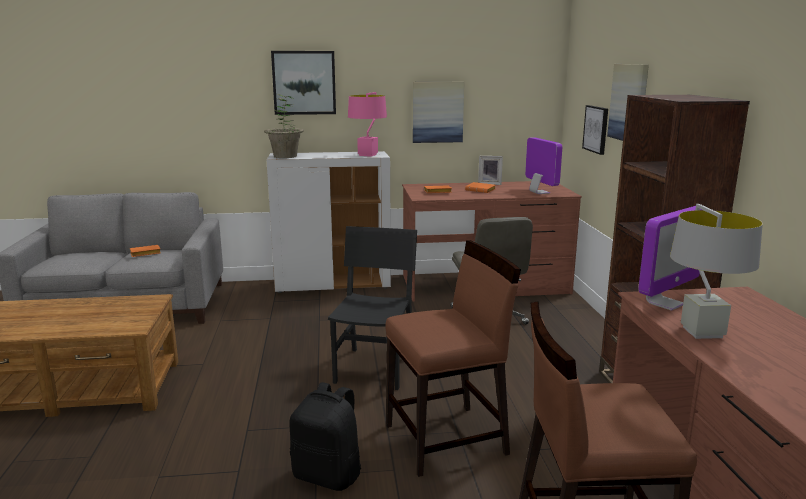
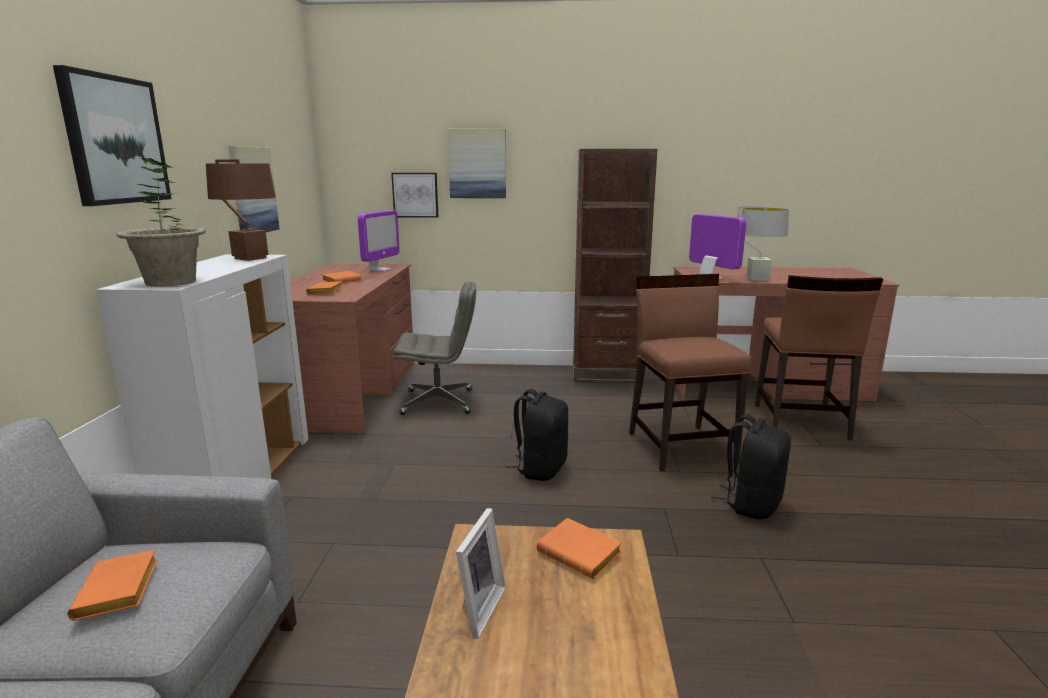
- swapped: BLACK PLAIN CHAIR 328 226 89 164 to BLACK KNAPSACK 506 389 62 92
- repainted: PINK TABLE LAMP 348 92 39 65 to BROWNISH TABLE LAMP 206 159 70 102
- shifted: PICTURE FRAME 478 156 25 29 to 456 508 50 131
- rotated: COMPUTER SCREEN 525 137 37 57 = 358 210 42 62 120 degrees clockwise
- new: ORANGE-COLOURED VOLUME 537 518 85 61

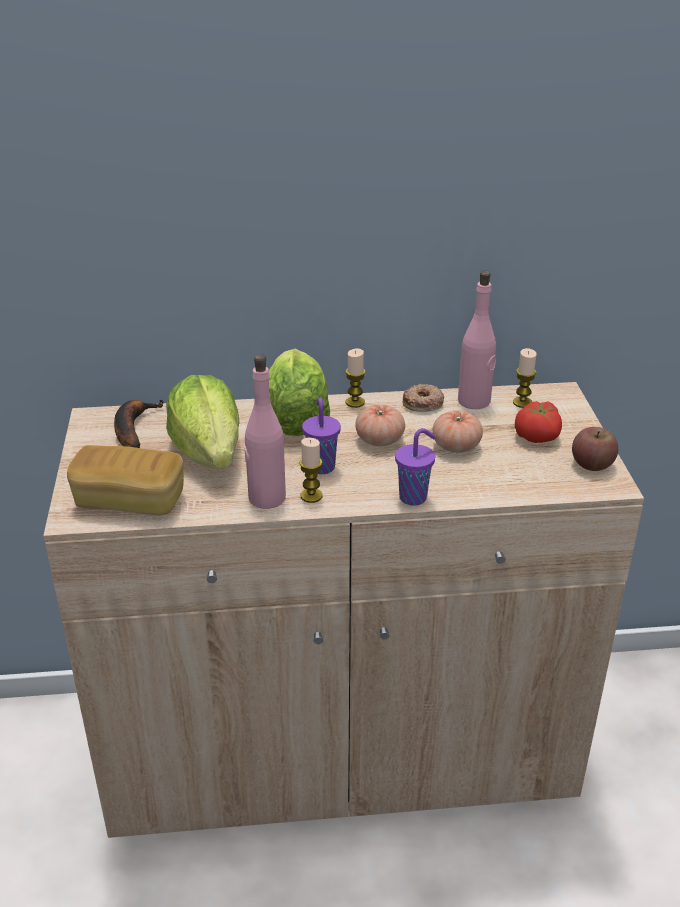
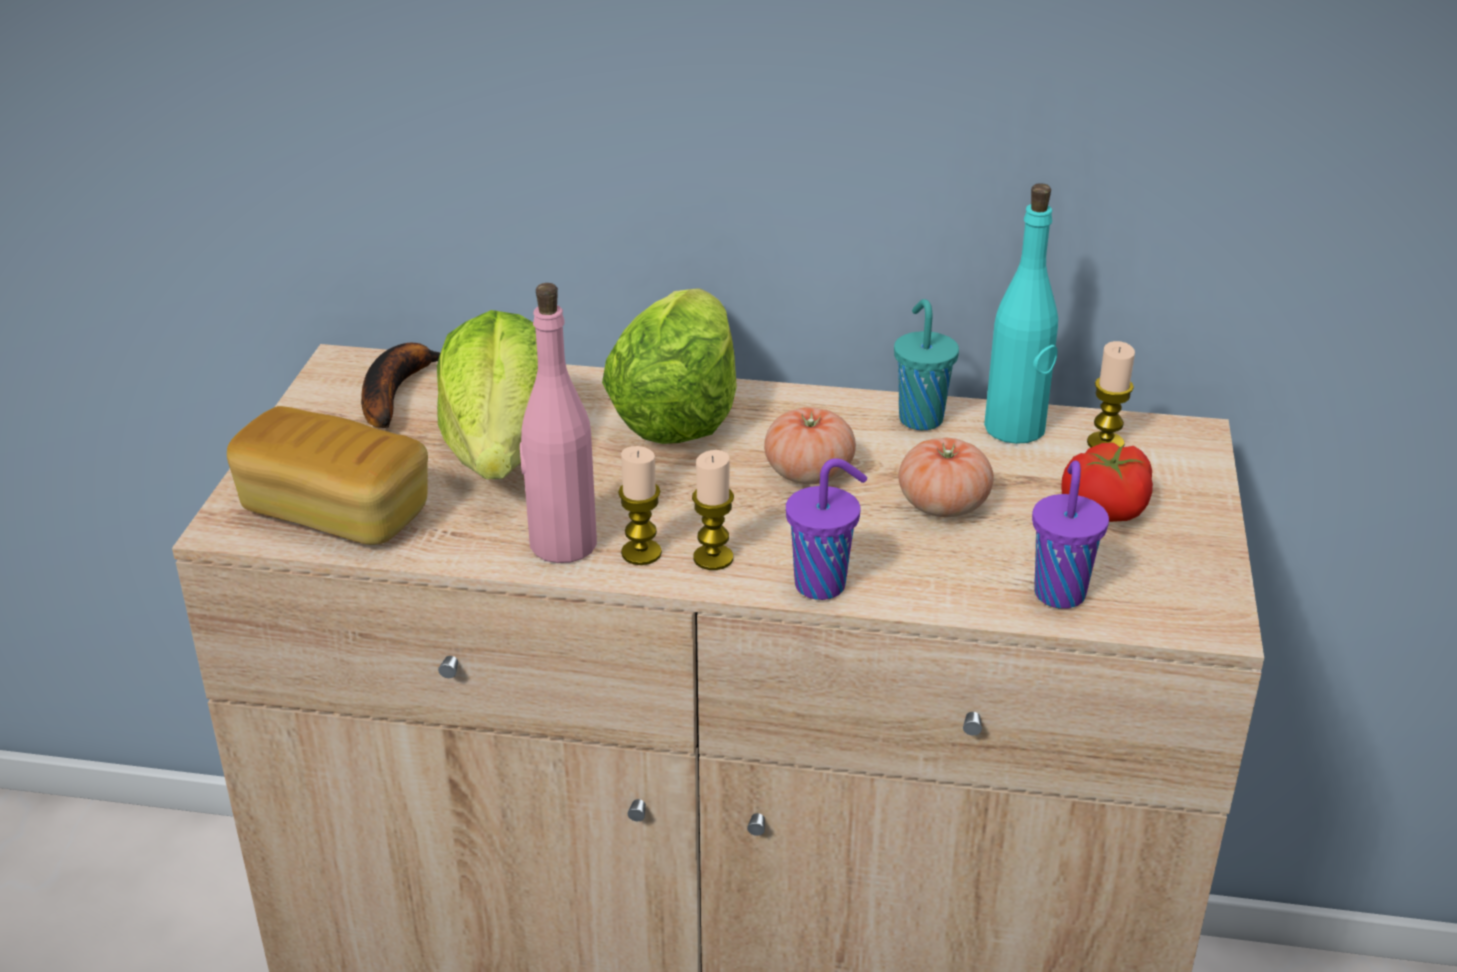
- shifted: PURPLE-COLOURED DRINKING CUP 302 398 39 76 to 1032 460 77 149
- shifted: WAX LIGHT 345 348 21 60 to 692 450 42 120
- swapped: DOUGHNUT 403 384 41 28 to BLUE-GREEN DRINKING CUP 894 299 65 131
- repainted: PINK BEVERAGE BOTTLE 458 271 38 138 to BLUE-GREEN BEVERAGE BOTTLE 984 183 74 261
- gone: APPLE 572 427 46 44

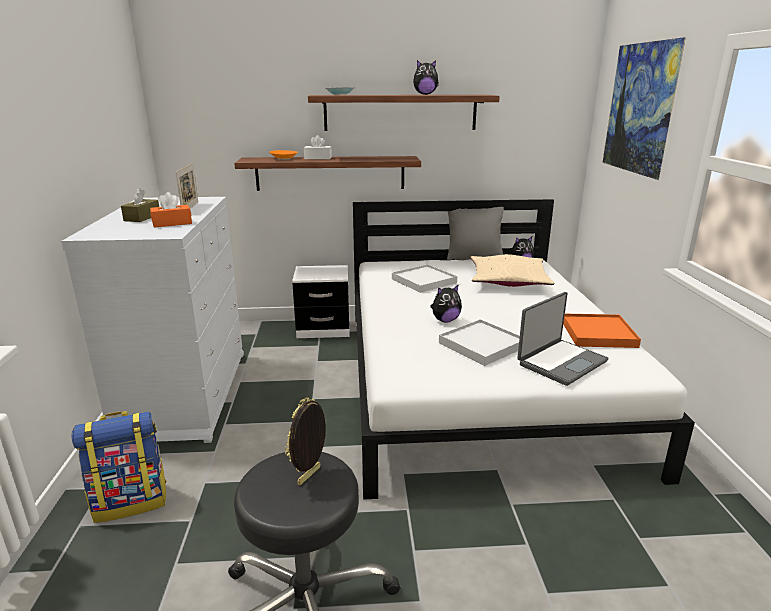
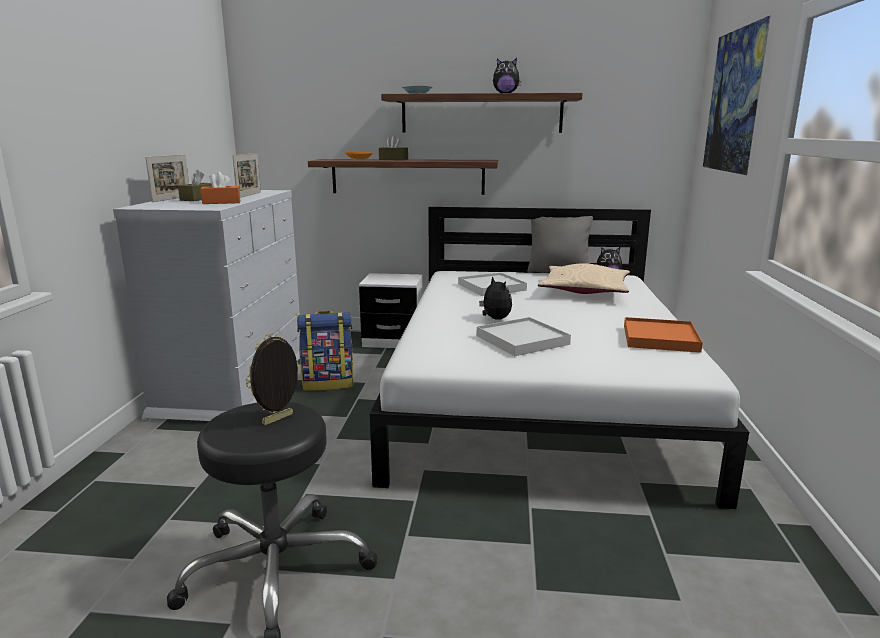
- shifted: KNAPSACK 71 411 95 112 to 297 311 57 80
- repainted: WHITE TISSUE HOLDER 304 135 28 24 to BROWNISH TISSUE HOLDER 379 136 29 24
- rotated: PLUSH TOY 430 284 32 39 = 479 276 33 44 105 degrees counterclockwise
- gone: NOTEBOOK COMPUTER 517 292 92 94
- new: PICTURE FRAME 145 154 44 48

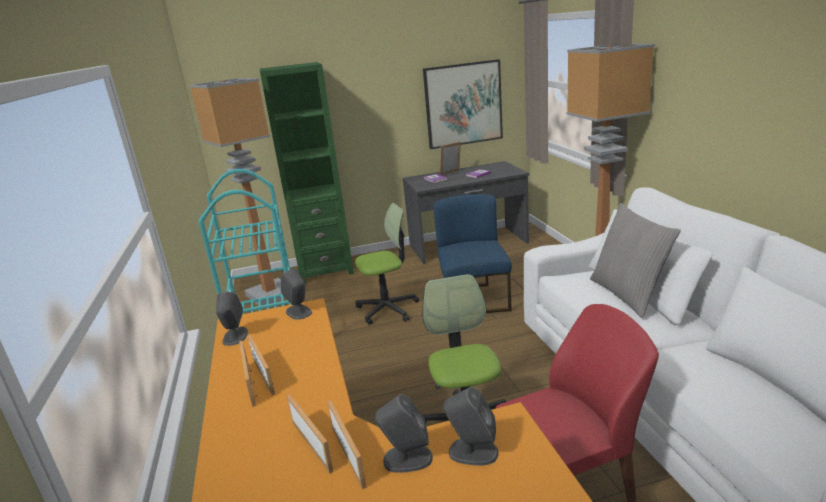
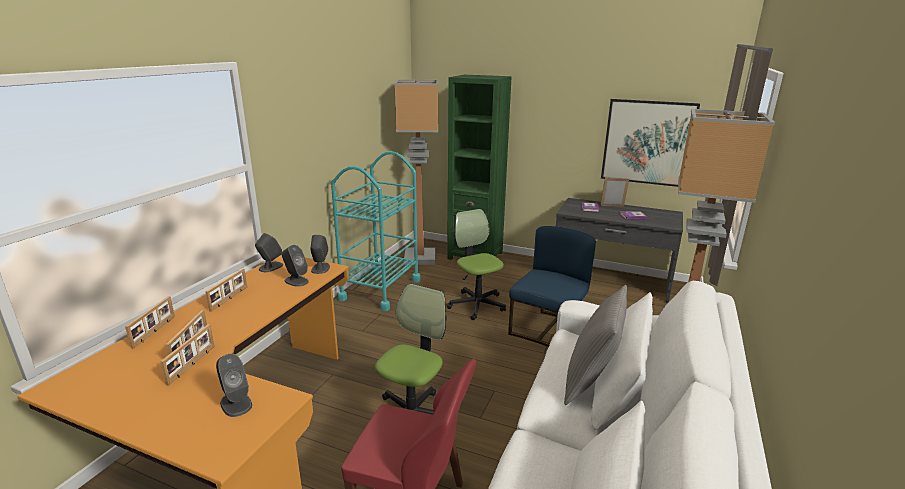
- shifted: PICTURE FRAME 247 334 28 61 to 125 296 50 53
- rotated: DESK CHAIR 355 203 64 122 = 447 209 59 111 135 degrees counterclockwise
- shifted: GREY SPEAKER 375 394 58 79 to 282 245 27 42

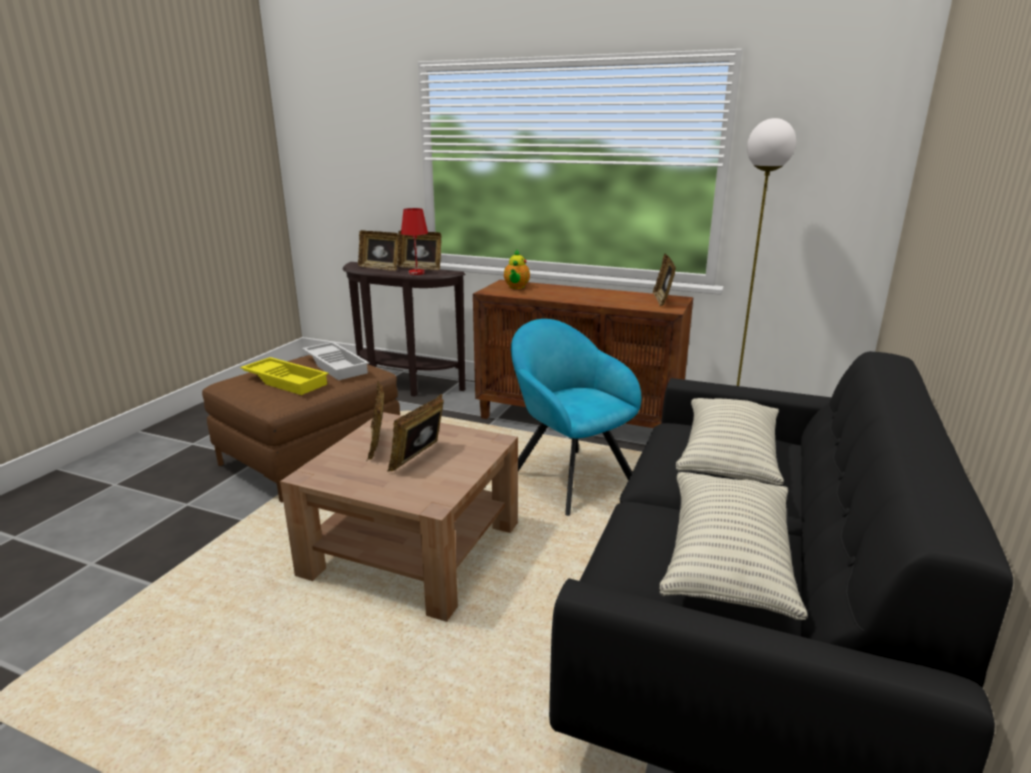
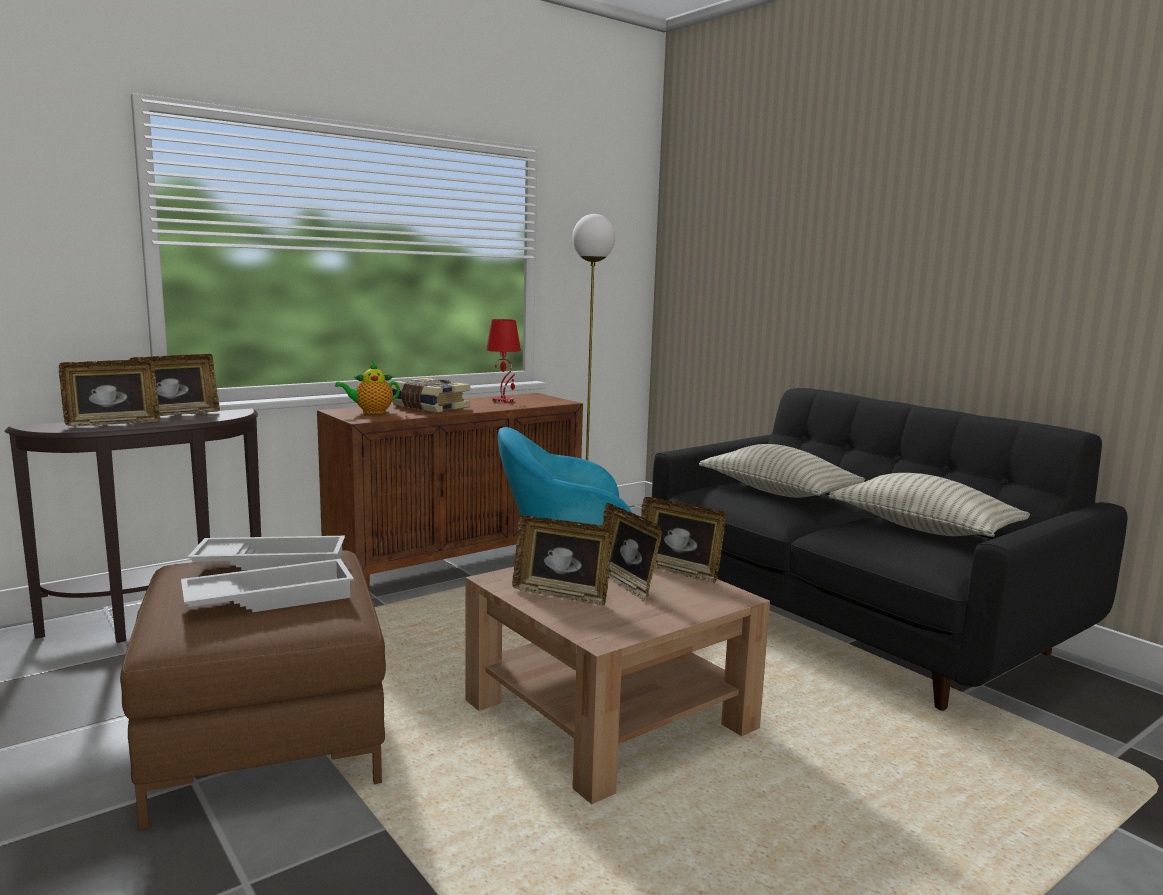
- repainted: YELLOW SERVING TRAY 240 357 89 38 to WHITE SERVING TRAY 181 559 173 53
- shifted: RED-COLOURED TABLE LAMP 401 208 27 67 to 486 319 35 84
- rotated: POT FOR TEA 504 249 26 40 = 335 361 65 53 120 degrees clockwise
- shifted: PICTURE FRAME 653 254 23 53 to 641 497 85 86
- new: VOLUME 391 378 79 34

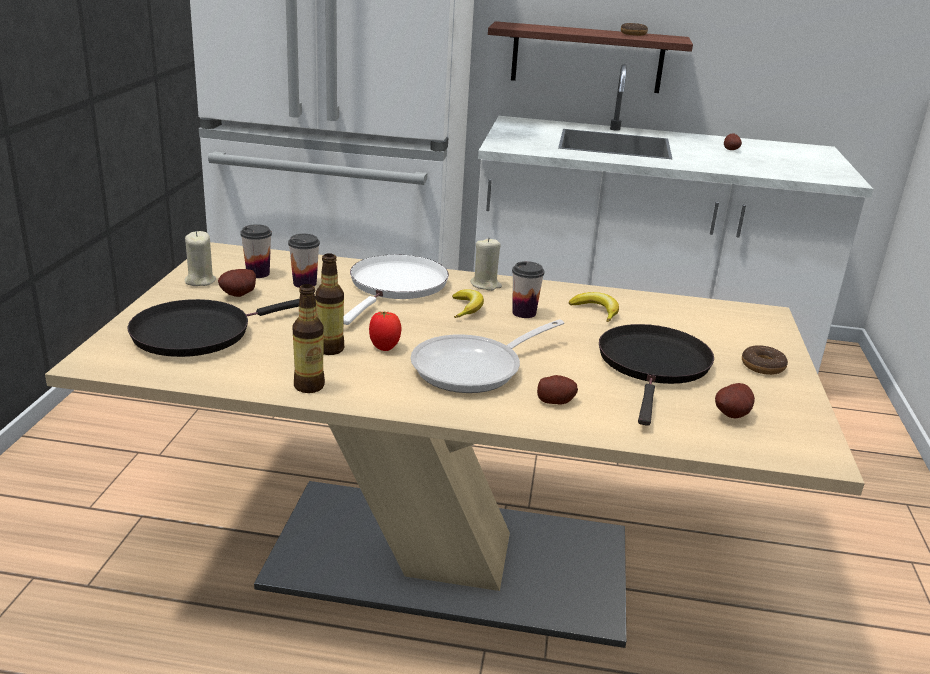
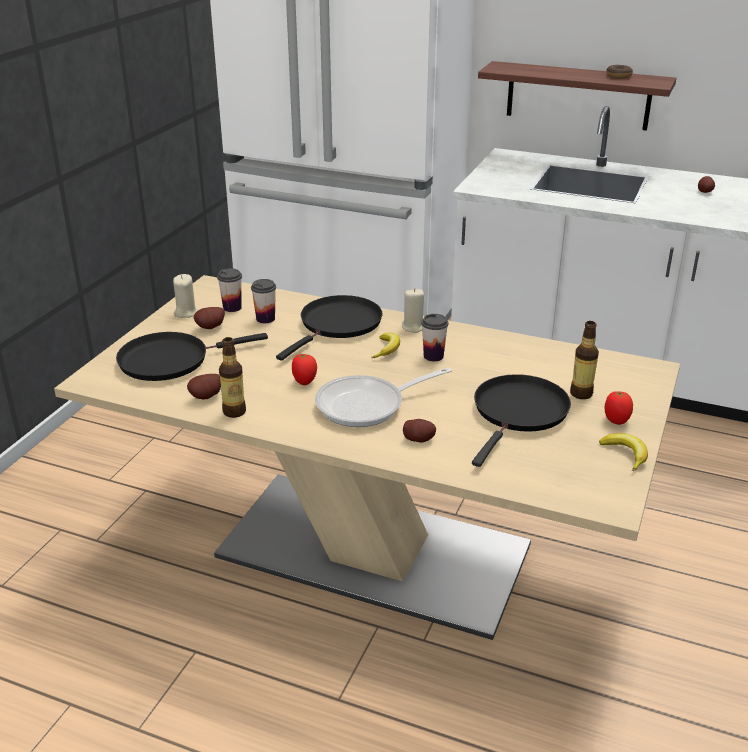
- shifted: BEVERAGE BOTTLE 315 253 30 102 to 570 321 29 78
- repainted: WHITE FRYING PAN 343 254 106 71 to BLACK FRYING PAN 276 295 107 66
- shifted: BANANA 569 292 50 30 to 599 433 49 38
- shifted: WHOLE POTATO 715 383 40 35 to 187 374 34 25
- swapped: DOUGHNUT 742 345 46 30 to WHOLE TOMATO 605 391 28 34

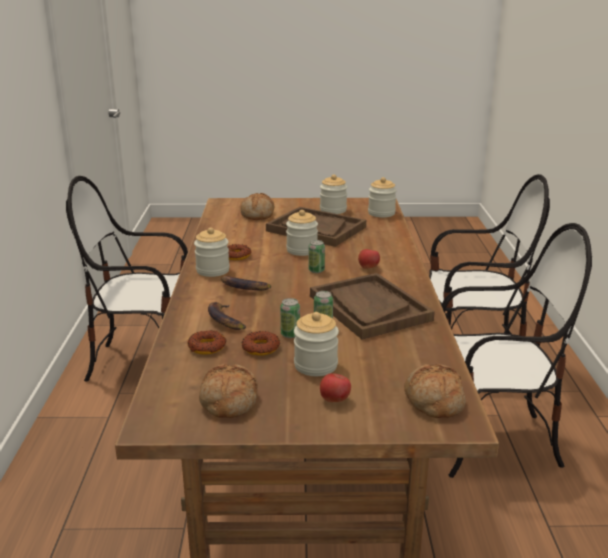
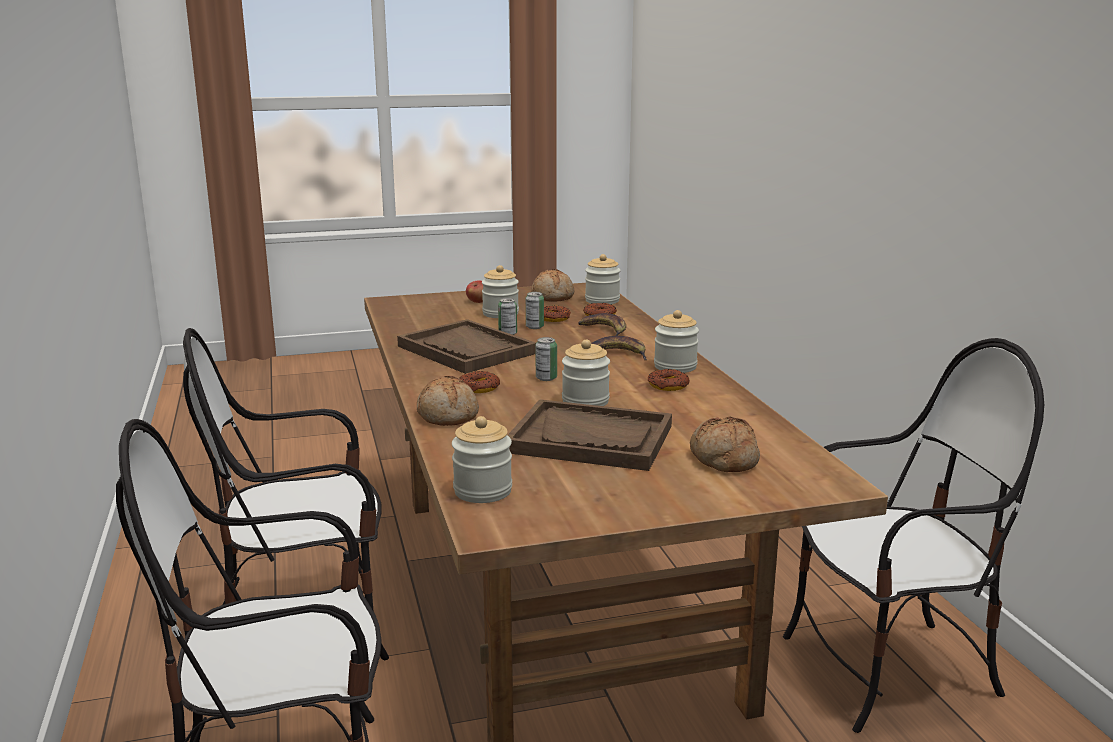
- shifted: JAR 320 175 27 39 to 585 254 36 50
- swapped: APPLE 358 249 22 20 to DOUGHNUT 459 371 41 22
- shifted: BAKED BREAD 404 364 62 54 to 417 376 62 50

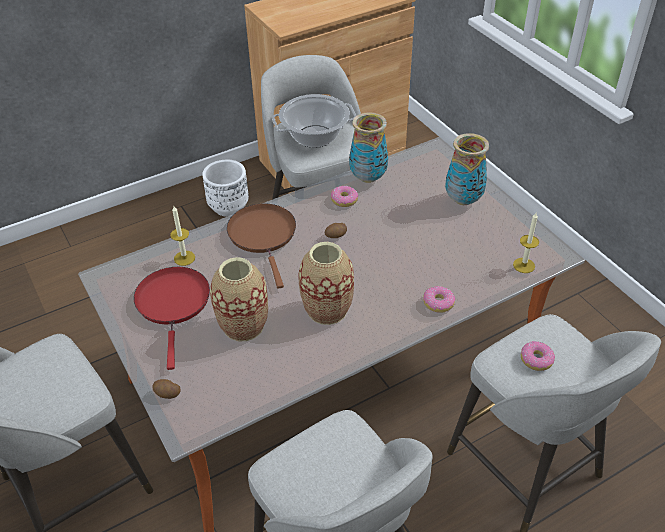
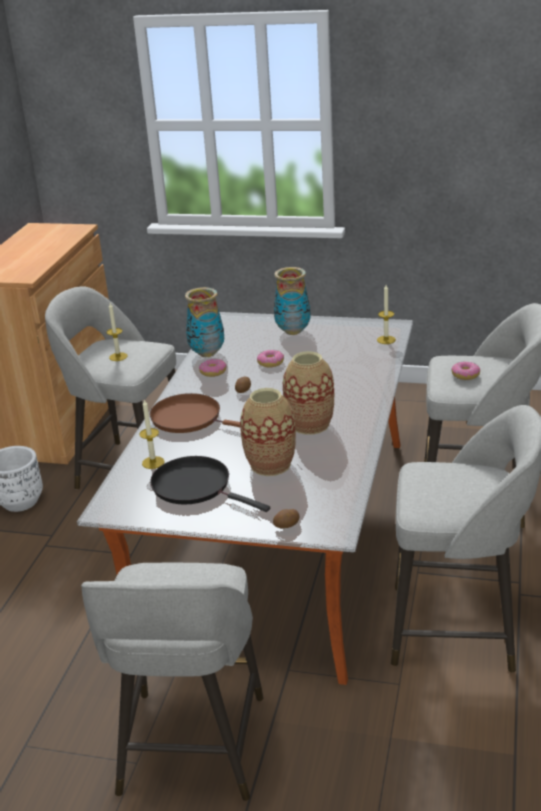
- repainted: RED-COLOURED FRYING PAN 134 267 76 103 to BLACK FRYING PAN 150 456 120 56
- swapped: SAUCEPOT 272 94 85 54 to WAX LIGHT 107 303 21 58
- shifted: DOUGHNUT 423 286 33 27 to 257 350 27 18

